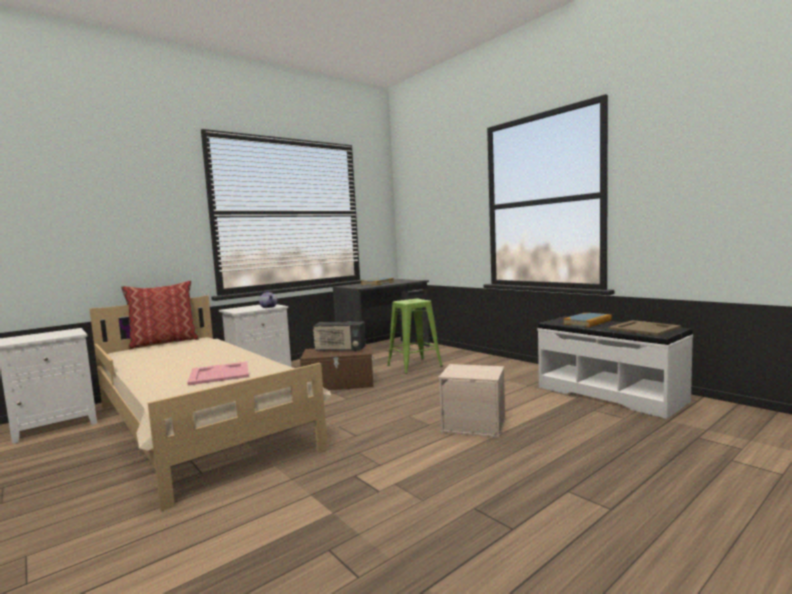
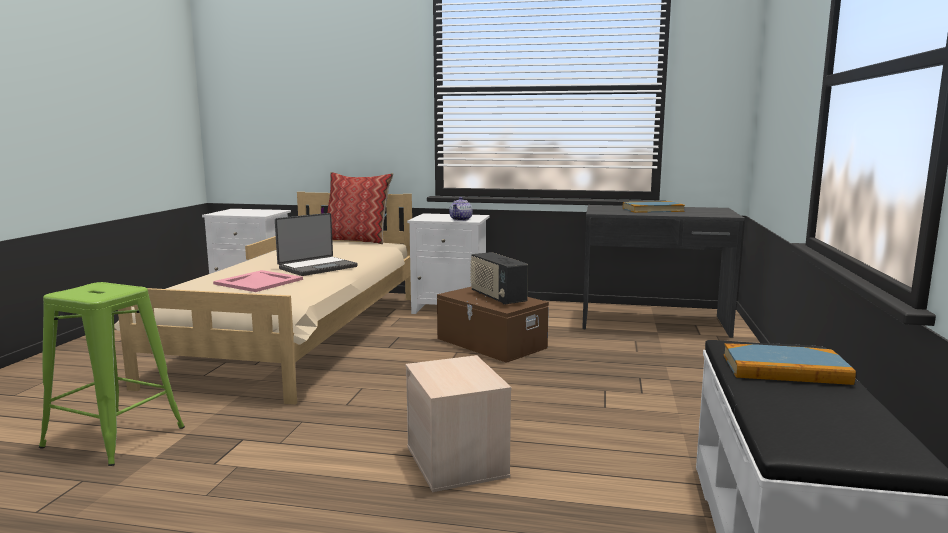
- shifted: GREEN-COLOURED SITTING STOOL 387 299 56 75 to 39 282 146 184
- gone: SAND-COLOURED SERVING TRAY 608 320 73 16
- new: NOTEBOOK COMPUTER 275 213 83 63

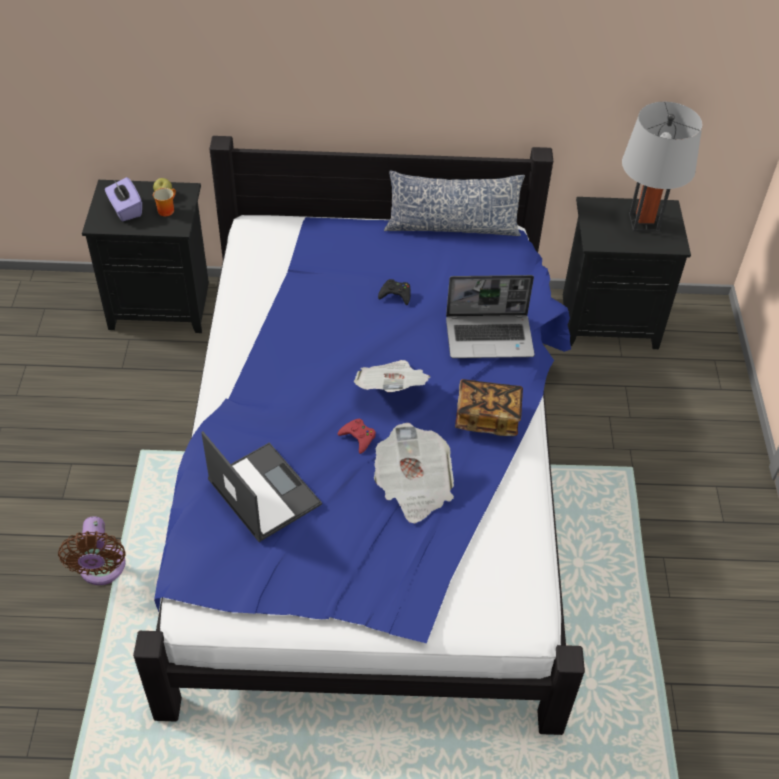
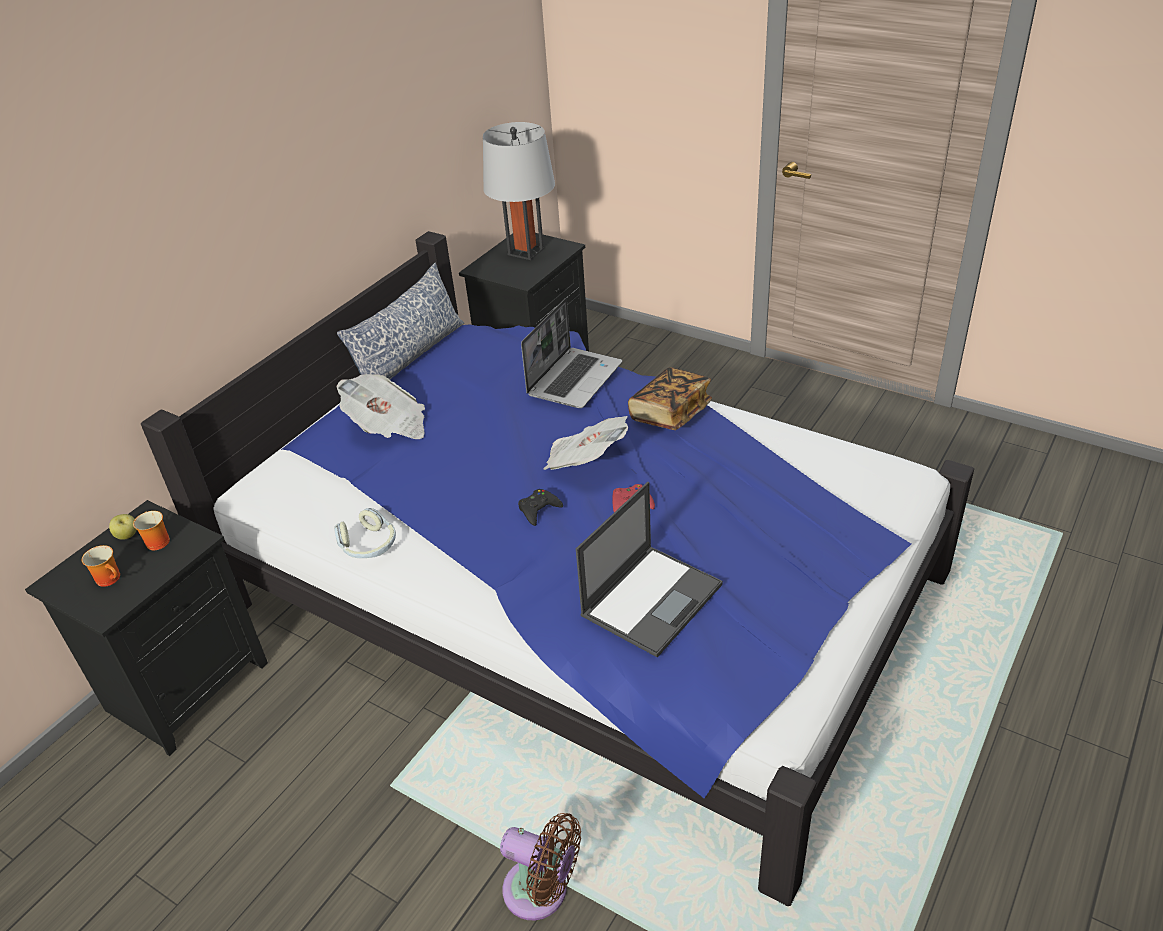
- swapped: PURPLE-COLOURED TISSUE HOLDER 105 177 37 44 to COFFEE MUG 82 545 38 42
- rotated: NOTEBOOK COMPUTER 201 431 121 111 = 576 482 147 176 135 degrees clockwise
- shifted: PRINTED PAPER 374 423 80 100 to 337 374 88 65
- shifted: BLACK GAMEPAD 378 279 33 26 to 518 489 45 37
- new: HEADSET 334 508 62 50

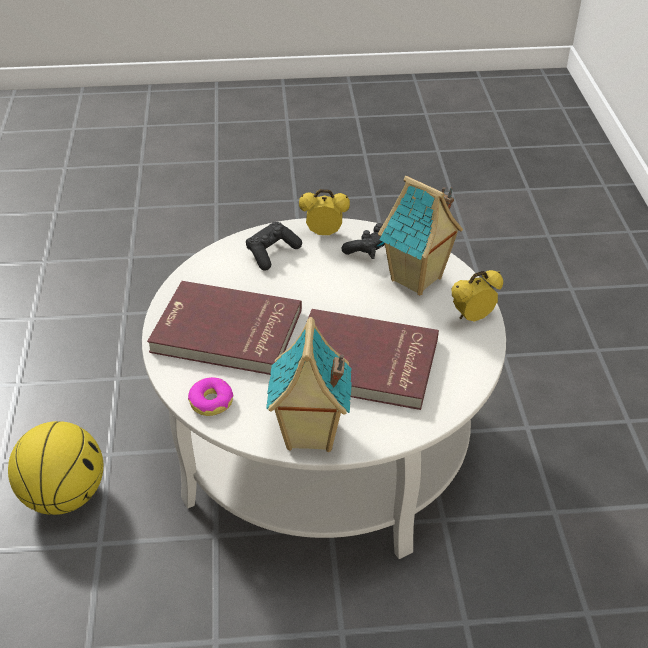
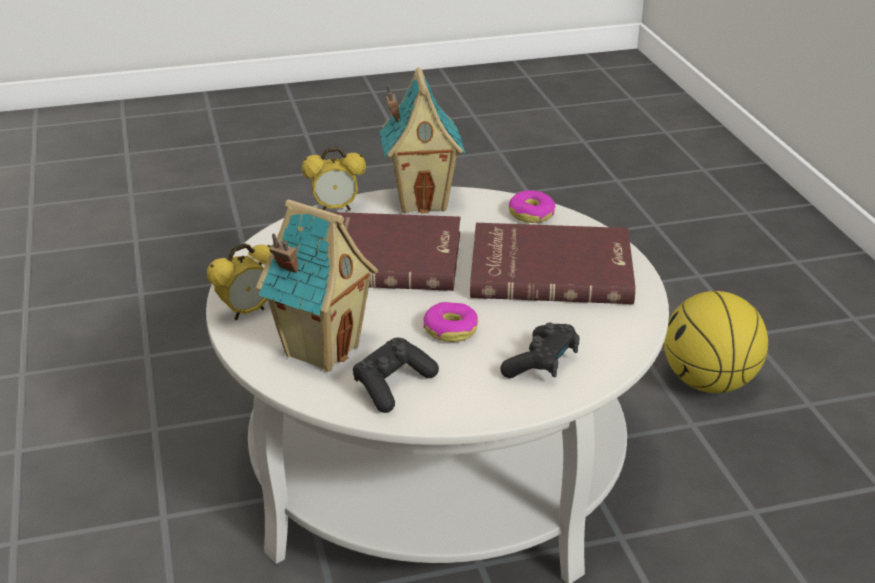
- shifted: TABLE CLOCK 299 189 51 46 to 302 147 64 63
- new: DOUGHNUT 423 302 55 40

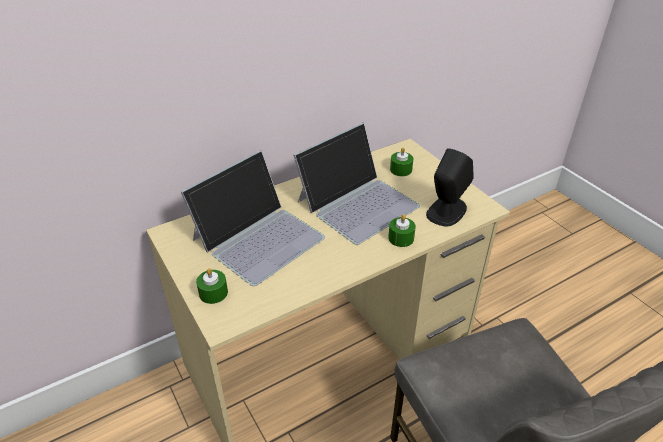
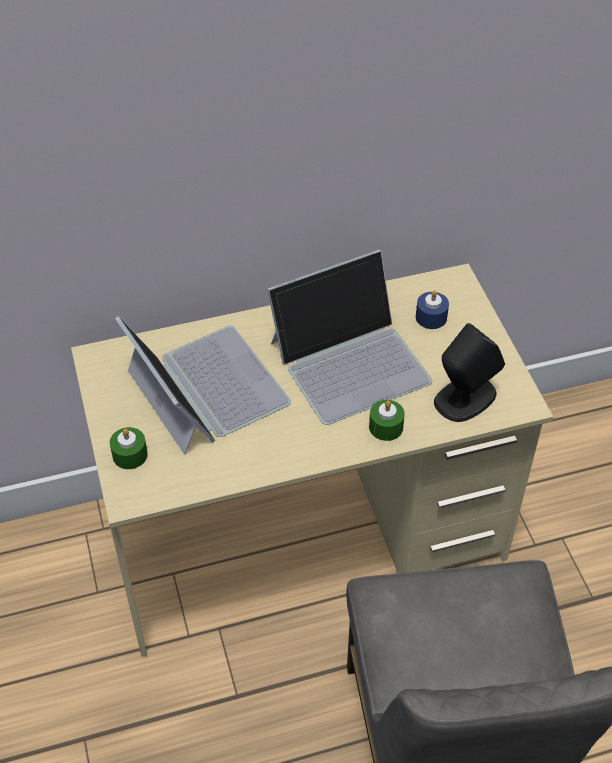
- rotated: NOTEBOOK COMPUTER 181 150 144 136 = 115 316 176 139 90 degrees counterclockwise
- repainted: GREEN-COLOURED WAX LIGHT 390 147 23 29 to BLUISH WAX LIGHT 416 290 33 39

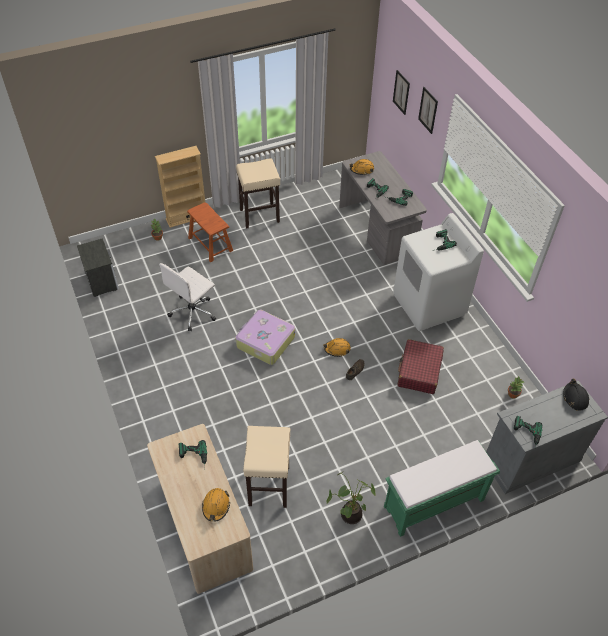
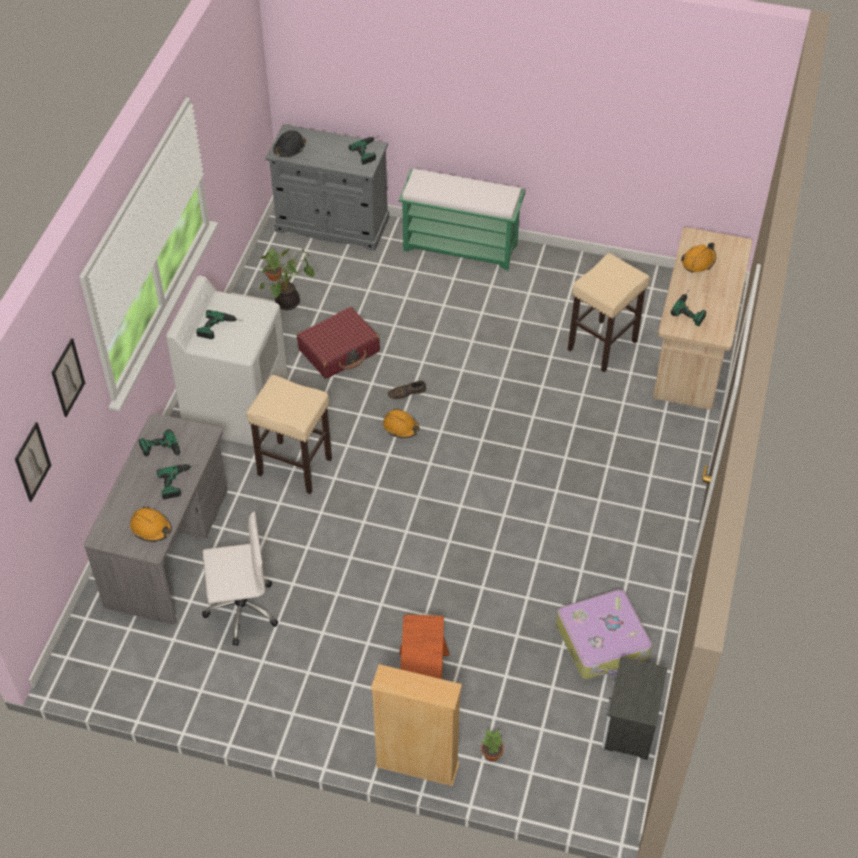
- shifted: WHITE DESK CHAIR 159 263 57 68 to 202 512 76 134
- shifted: SAND-COLOURED SITTING STOOL 236 158 44 71 to 246 375 86 119
- shifted: PIECE OF LUGGAGE 236 310 59 55 to 556 589 96 90
- shifted: HOUSEPLANT 326 471 50 53 to 260 246 55 64

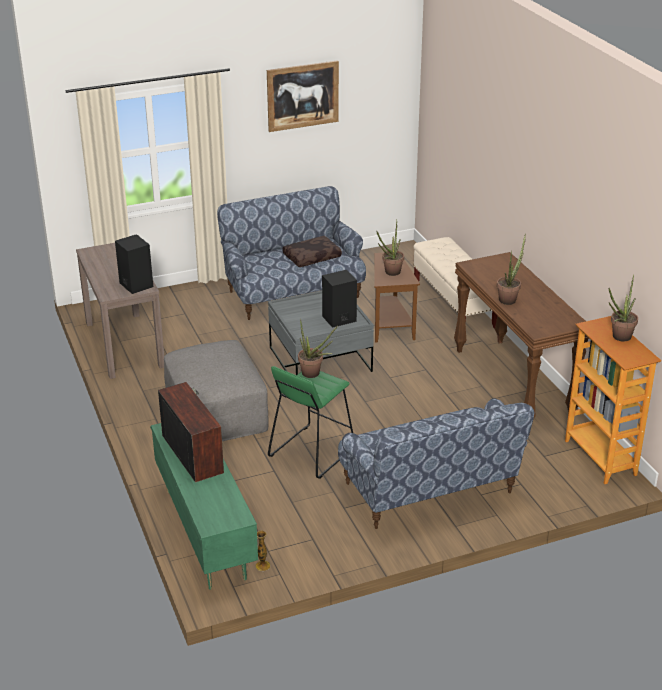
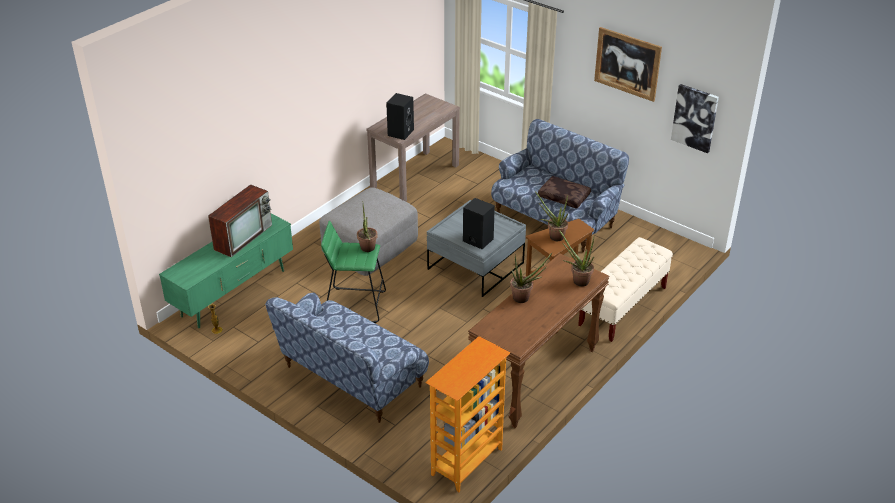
- shifted: HOUSEPLANT 609 274 29 67 to 558 229 36 58
- new: WALL ART 671 84 48 69

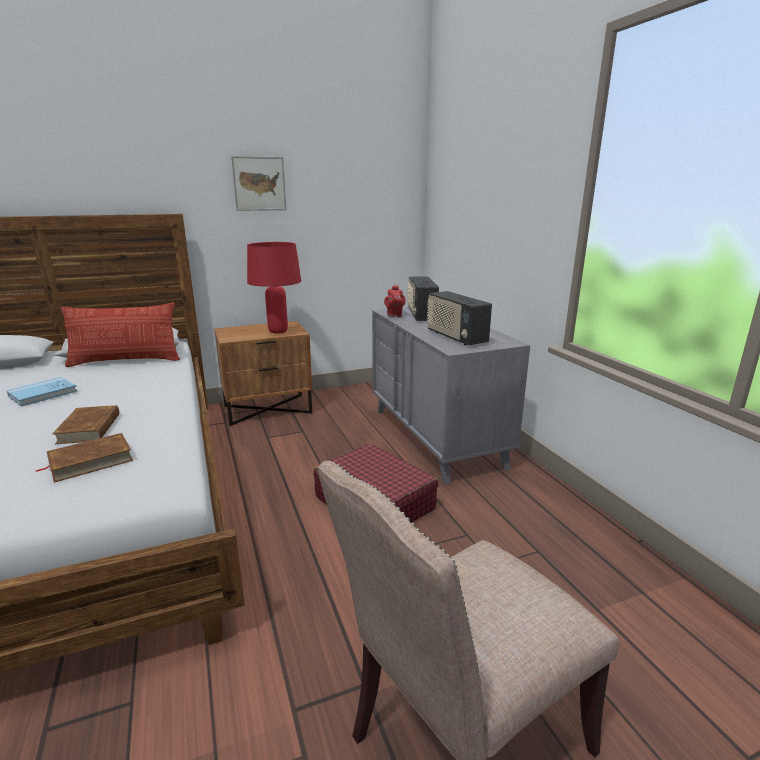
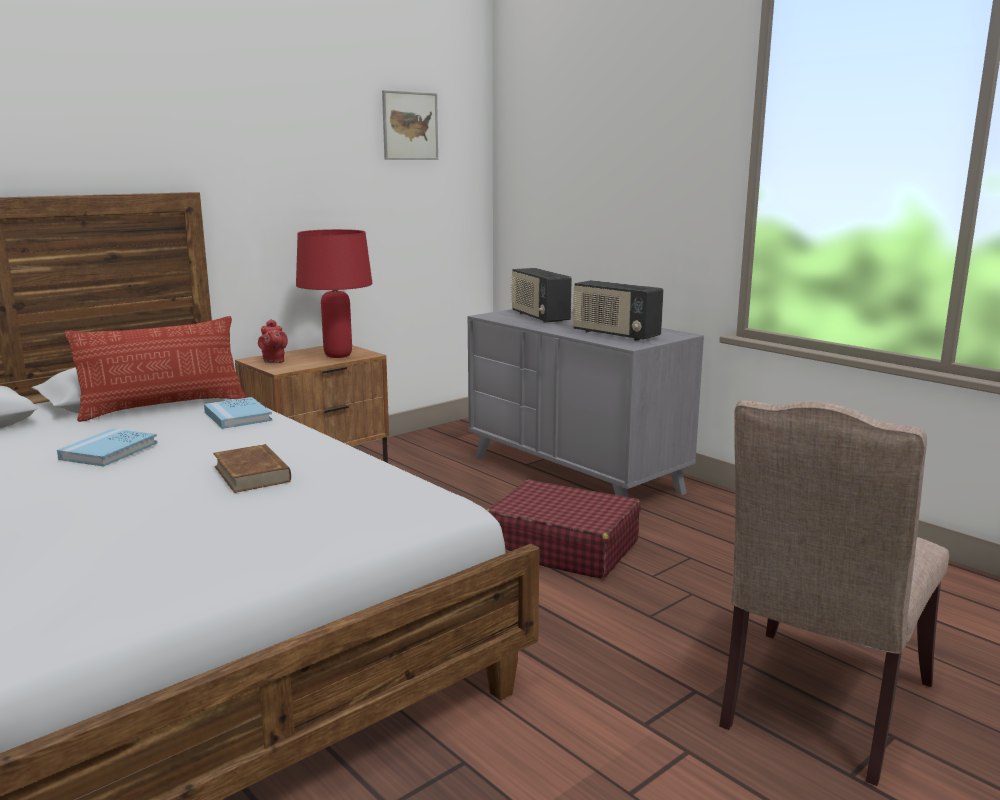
- gone: BROWNISH VOLUME 35 433 98 49
- shifted: WALL ART 231 156 55 55 to 382 90 56 70
- shifted: RED-COLOURED POT FOR TEA 384 285 21 32 to 258 319 30 44
- new: BLUISH VOLUME 204 397 68 32

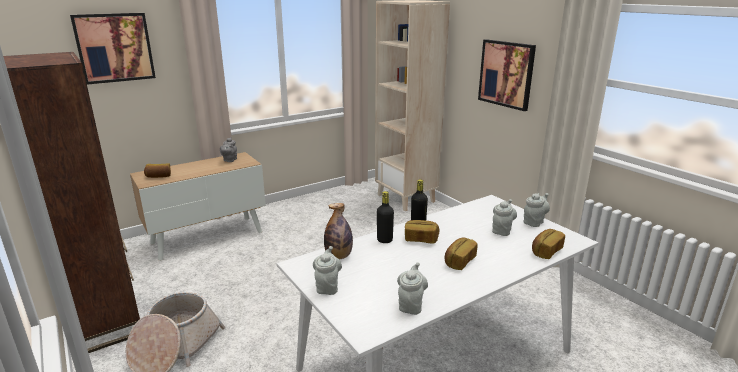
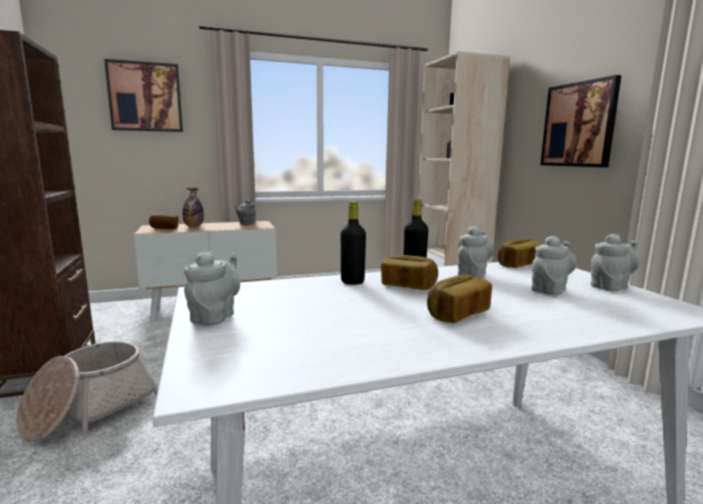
- shifted: BEVERAGE BOTTLE 324 203 29 57 to 183 188 21 39
- shifted: GREY POT FOR TEA 397 262 31 53 to 458 226 36 52
- shifted: BAKED BREAD 532 229 33 30 to 497 239 46 29

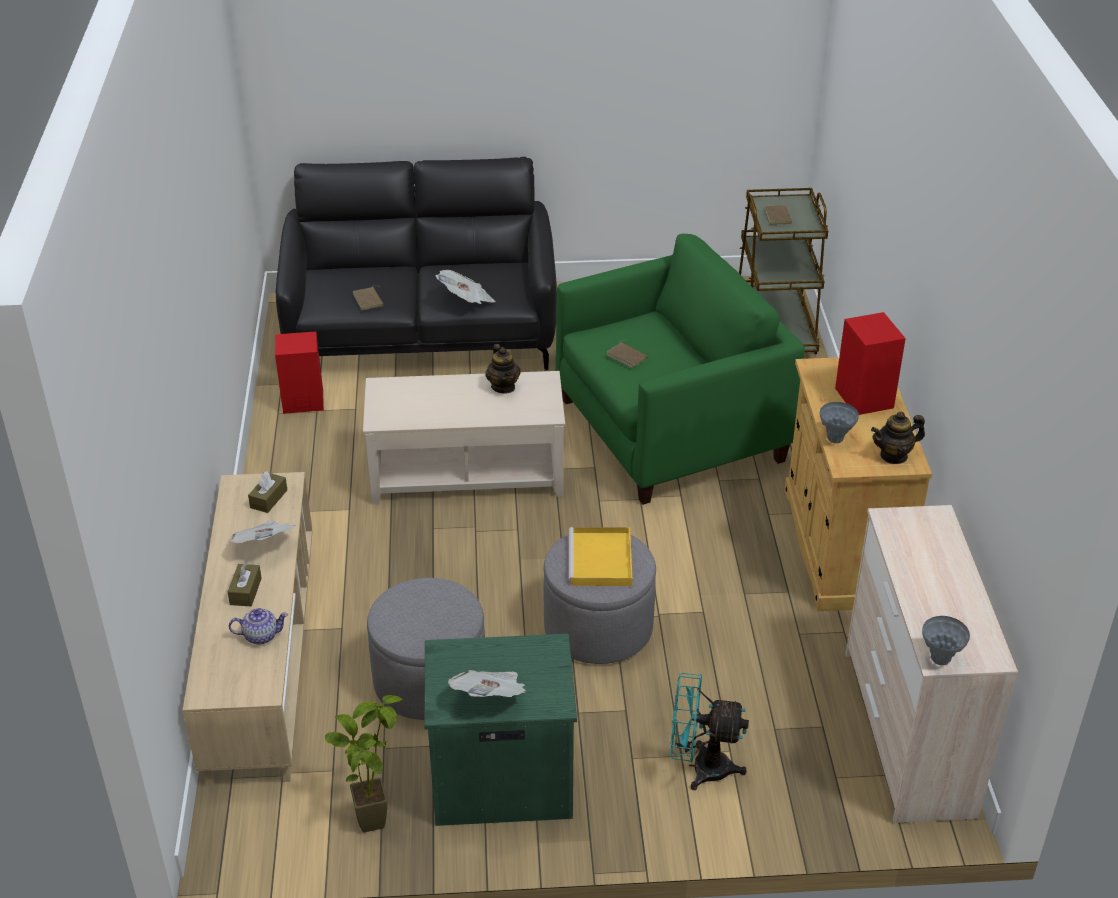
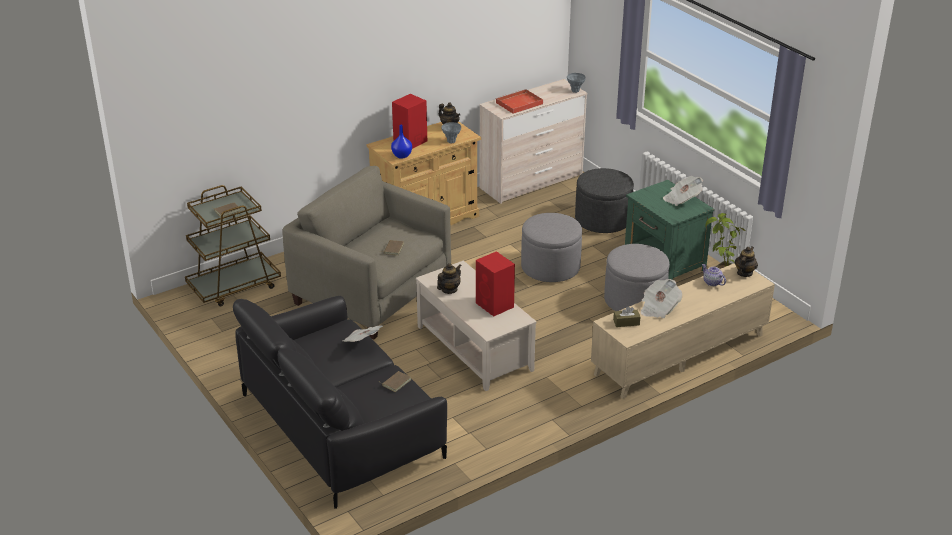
- gone: BROWNISH TISSUE HOLDER 228 562 34 44
- shifted: RED-COLOURED SPEAKER 275 331 49 83 to 476 251 39 66
- repainted: GREEN-COLOURED ARMCHAIR 555 234 250 271 to SAND-COLOURED ARMCHAIR 283 166 168 173
- gone: YELLOW SERVING TRAY 569 527 63 59
- swapped: BLUE-GREEN COOLING FAN 670 673 79 117 to GREY POUFFE 575 168 59 65
- new: BLUISH FLOWER VASE 391 125 21 34
- new: RED-COLOURED SERVING TRAY 495 89 48 25
- new: POT FOR TEA 735 247 23 30

